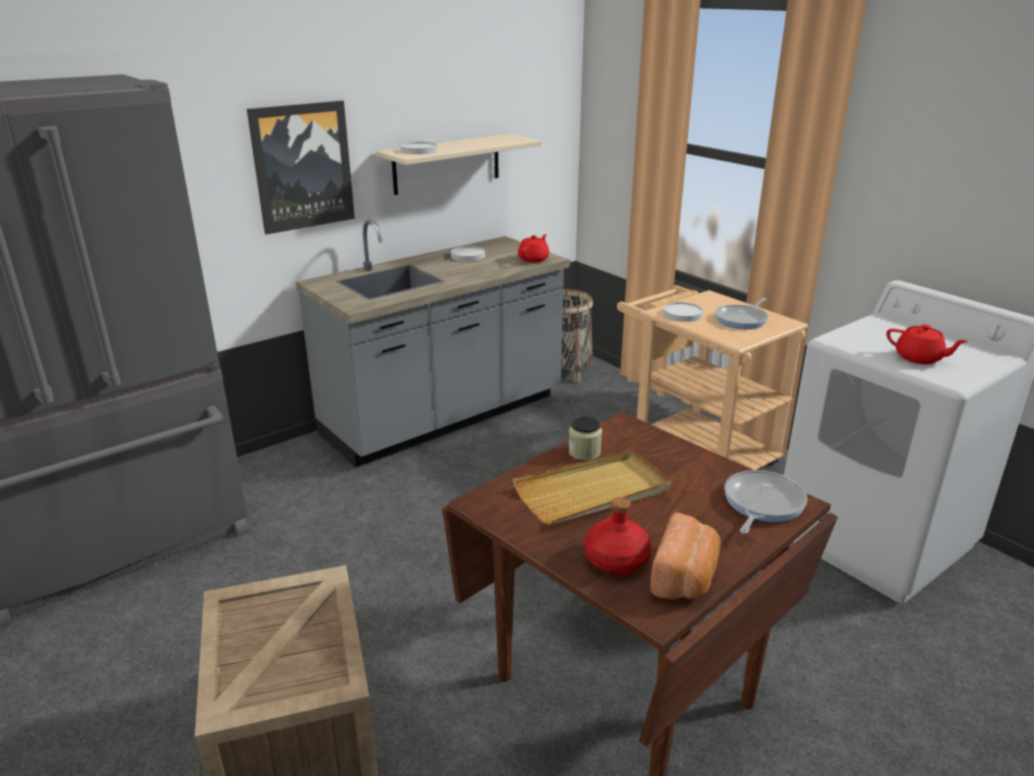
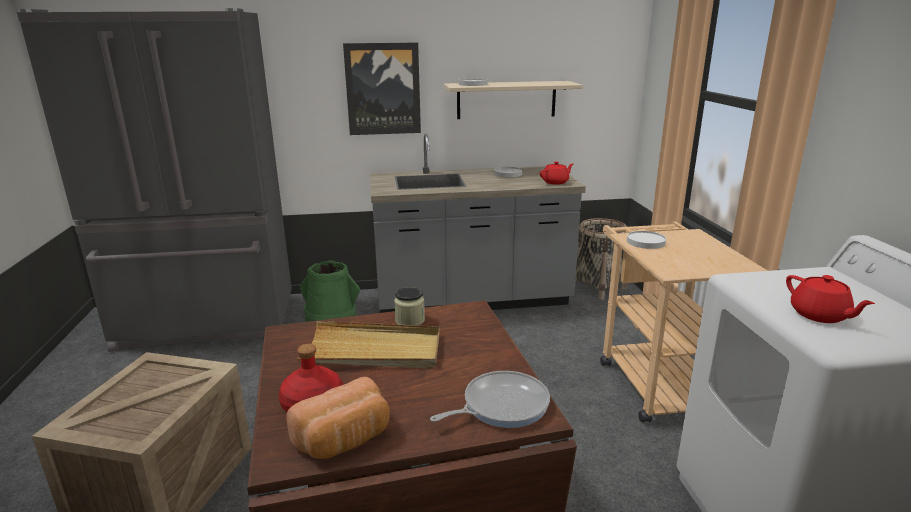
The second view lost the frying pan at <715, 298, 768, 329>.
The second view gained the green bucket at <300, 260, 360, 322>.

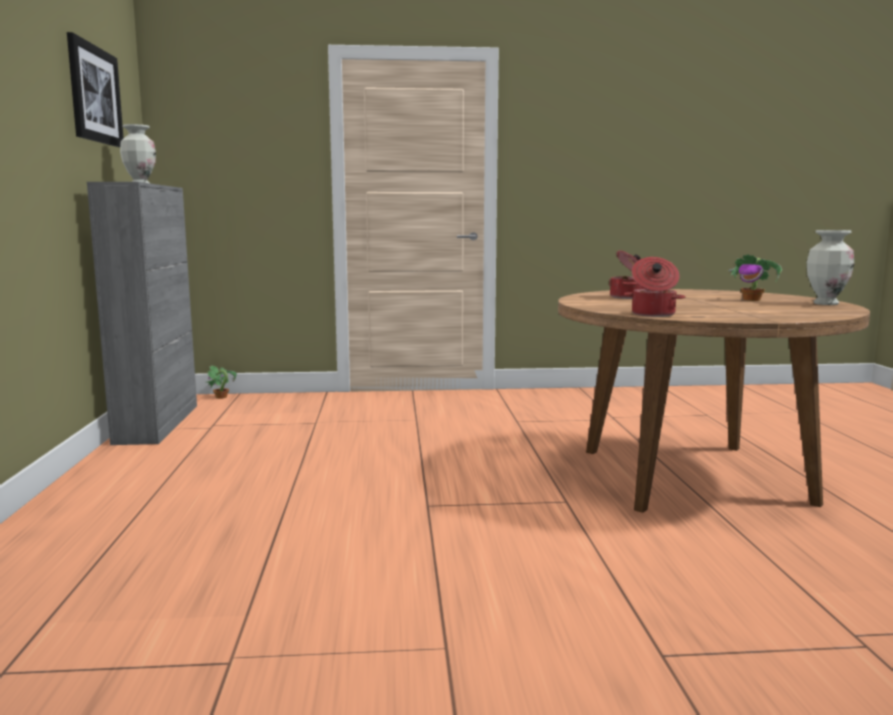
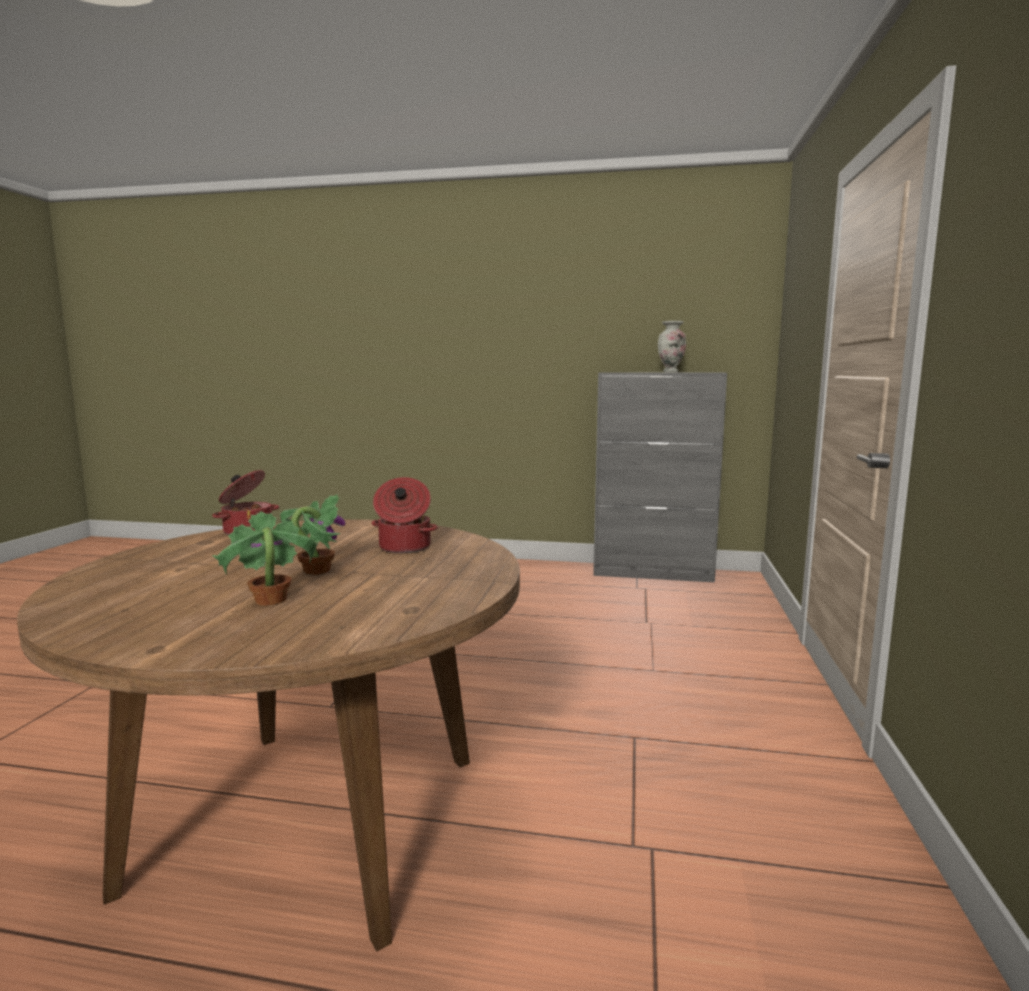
The second view lost the picture at <67, 32, 124, 148>.
The second view lost the vase at <807, 230, 854, 305>.
The potted plant ended up elsewhere, having gone from <207, 365, 237, 399> to <280, 495, 346, 575>.

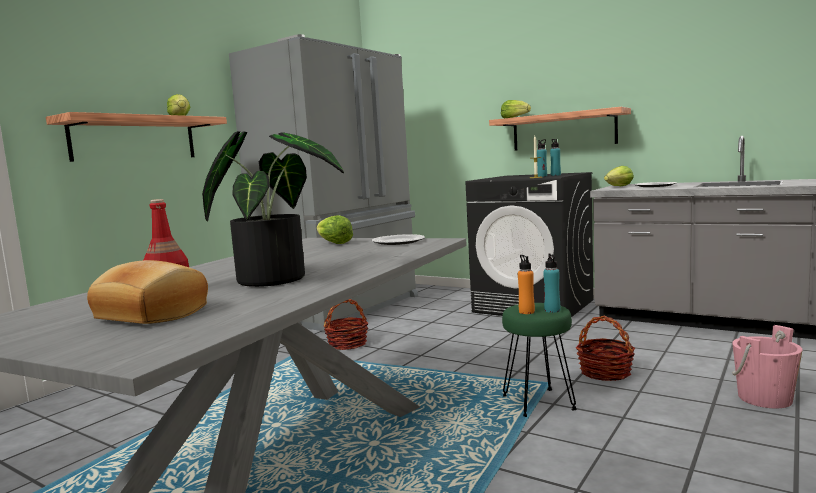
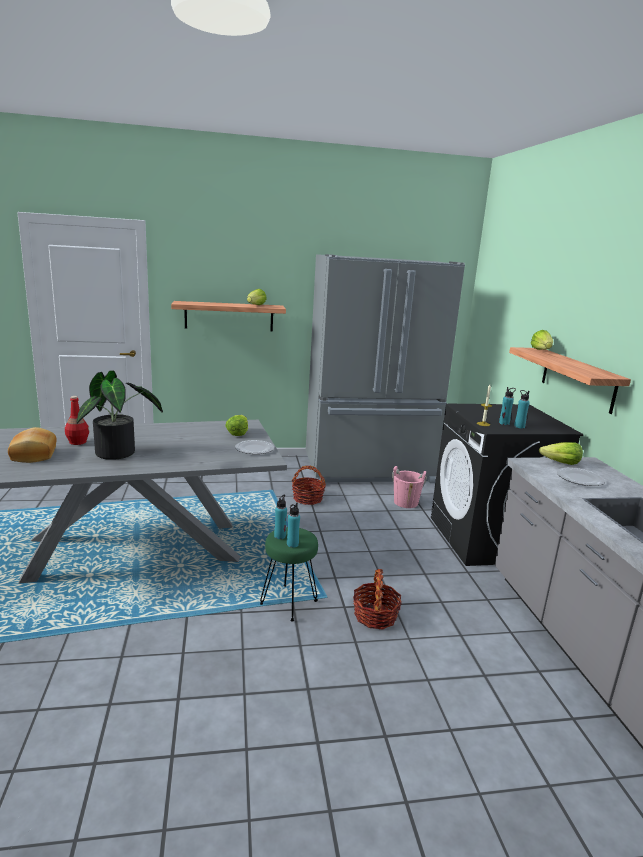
What was the orange bottle at <518, 255, 535, 314> turned into the turquoise bottle at <274, 495, 287, 539>.
The pink bucket ended up elsewhere, having gone from <732, 325, 803, 408> to <392, 466, 427, 508>.

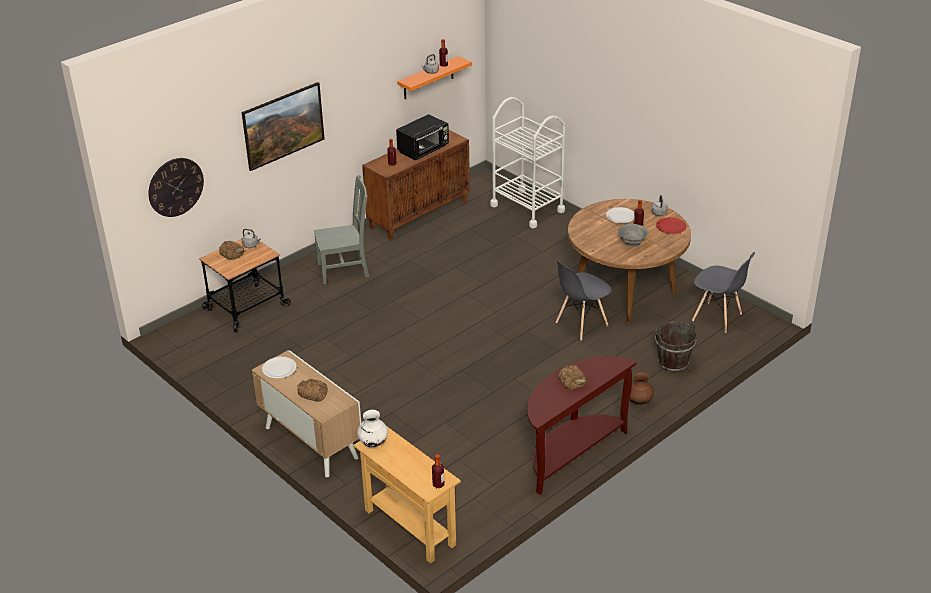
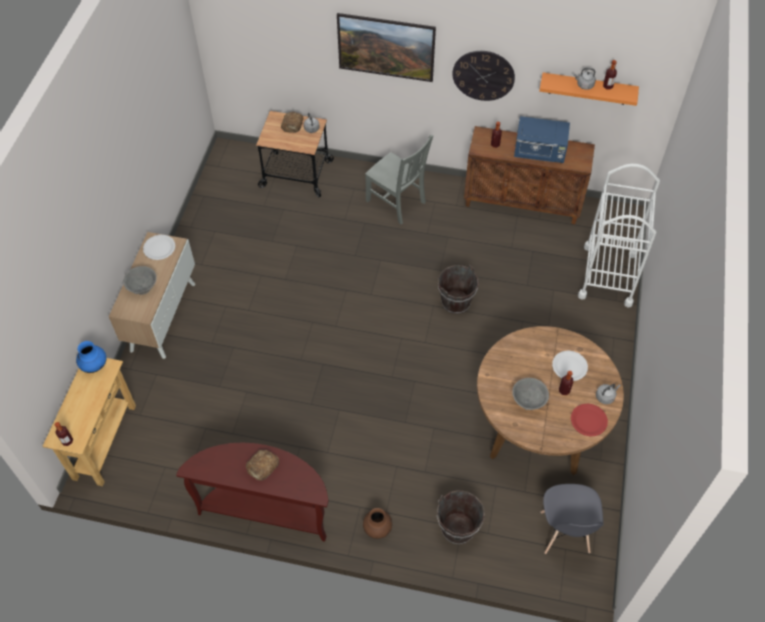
What was the black microwave at <396, 114, 449, 160> turned into the blue microwave at <514, 116, 570, 163>.
The wall clock ended up elsewhere, having gone from <148, 158, 204, 217> to <453, 51, 515, 101>.
The second view lost the grey chair at <556, 261, 612, 340>.
Where the bread stood at <297, 379, 328, 402>, the grey bowl came to stand at <123, 266, 156, 295>.
What was the white vase at <357, 410, 388, 447> turned into the blue vase at <76, 341, 107, 373>.
The second view gained the brown bucket at <438, 265, 479, 314>.

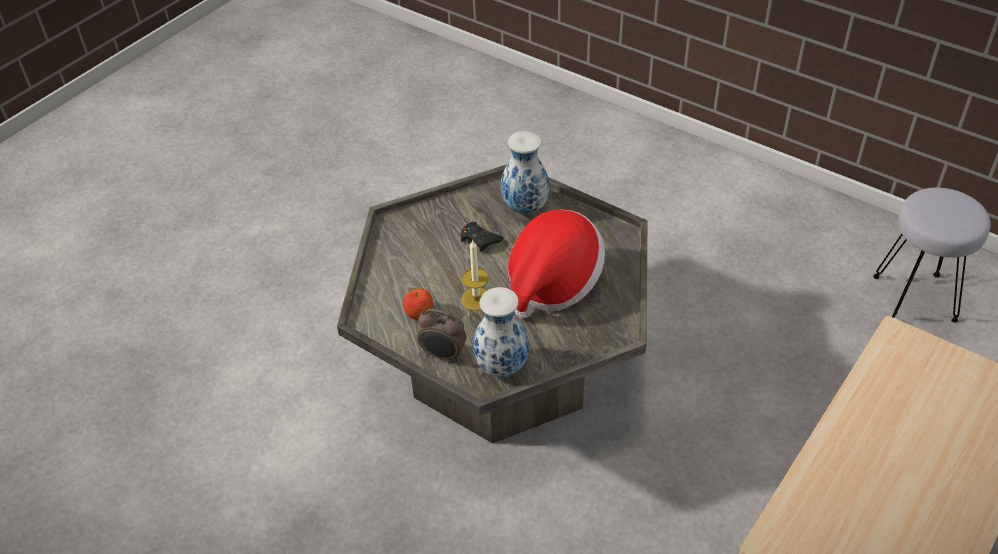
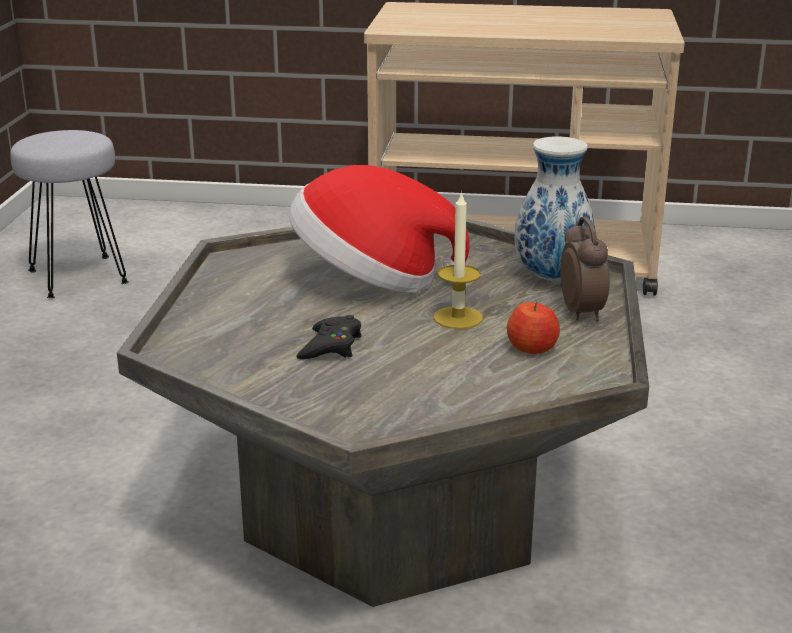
The second view lost the vase at <501, 131, 550, 213>.

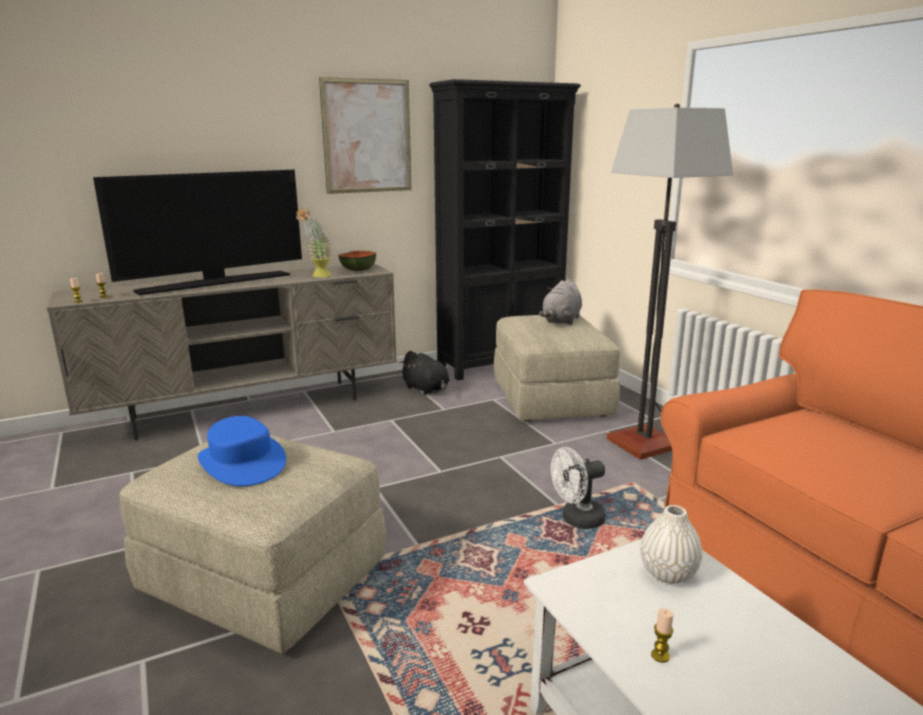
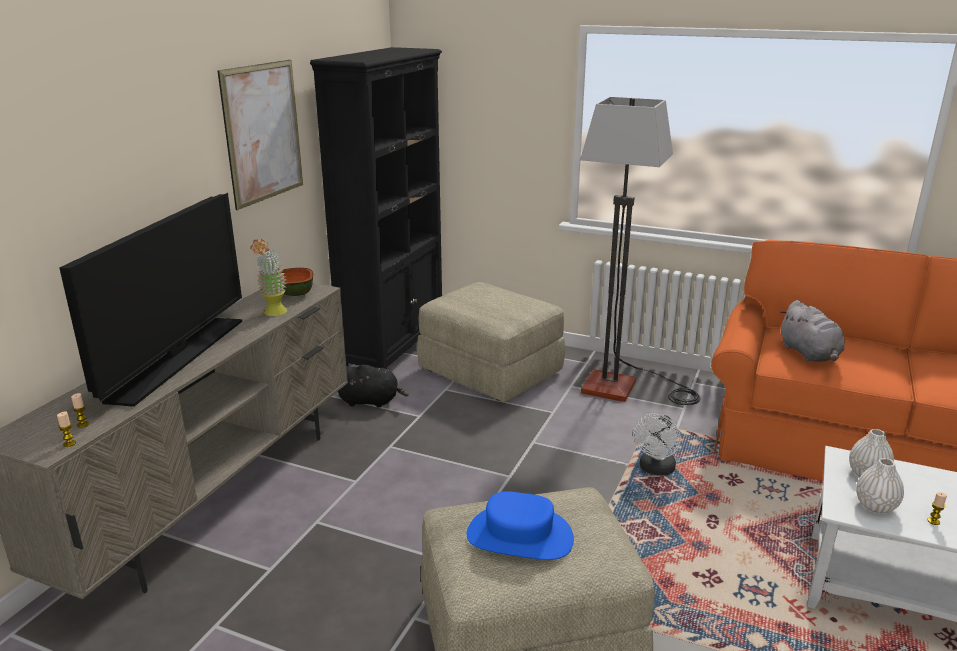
The grey plush toy ended up elsewhere, having gone from <539, 279, 582, 325> to <780, 300, 845, 362>.
The second view gained the white vase at <856, 458, 904, 513>.

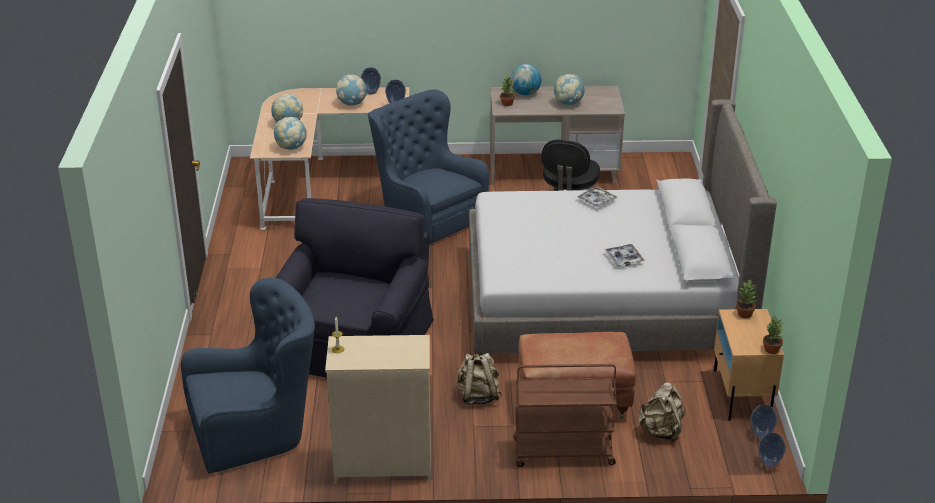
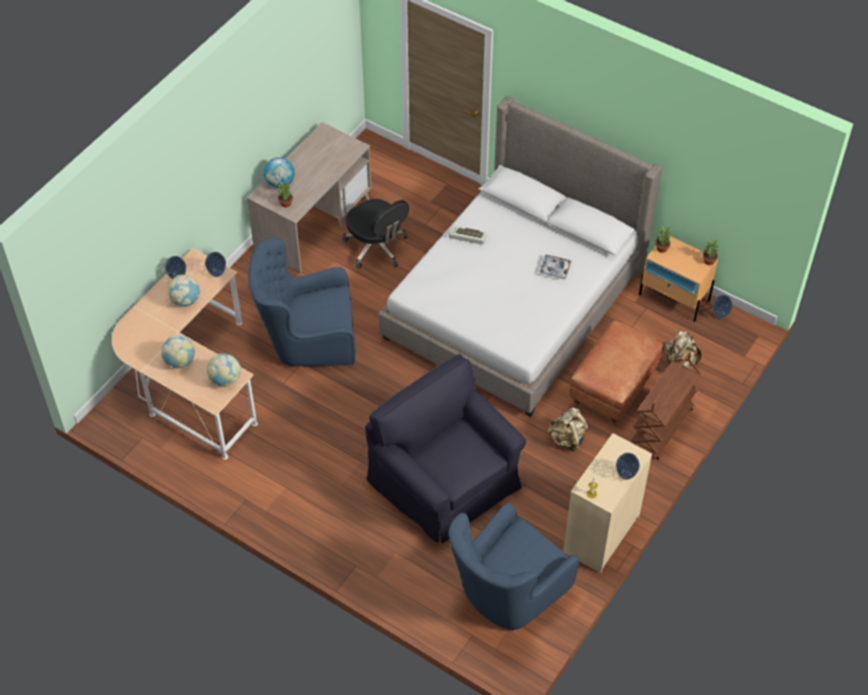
The second view lost the globe at <554, 74, 585, 105>.
Where the tray stood at <577, 187, 617, 208>, the keyboard came to stand at <449, 225, 487, 244>.
The blue armchair at <181, 278, 315, 474> ended up facing another way, 150 degrees counterclockwise from before.
The vase ended up elsewhere, having gone from <758, 433, 786, 467> to <616, 453, 640, 480>.

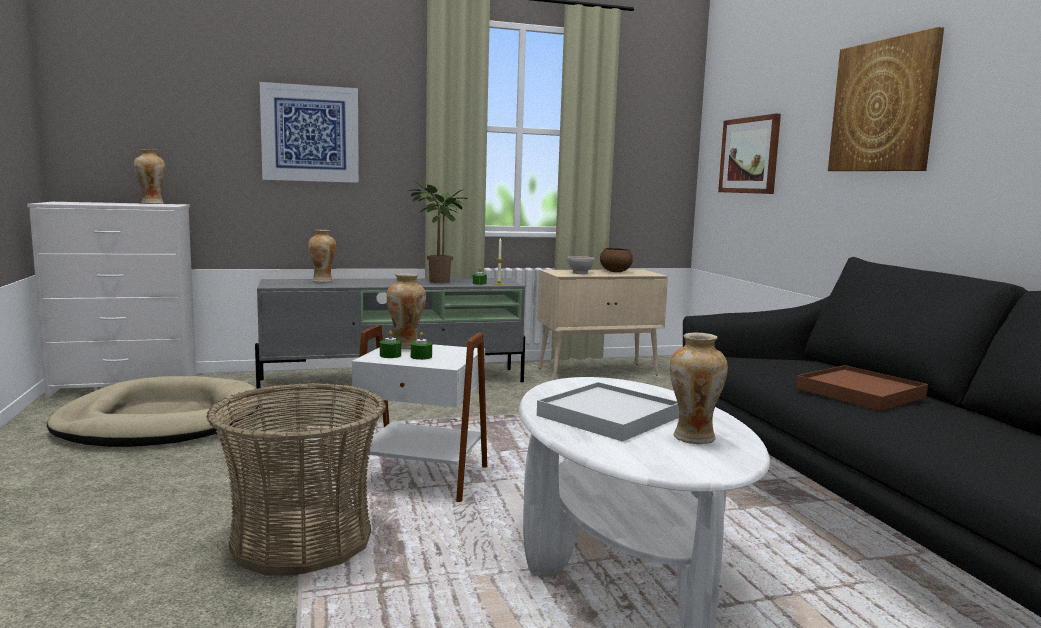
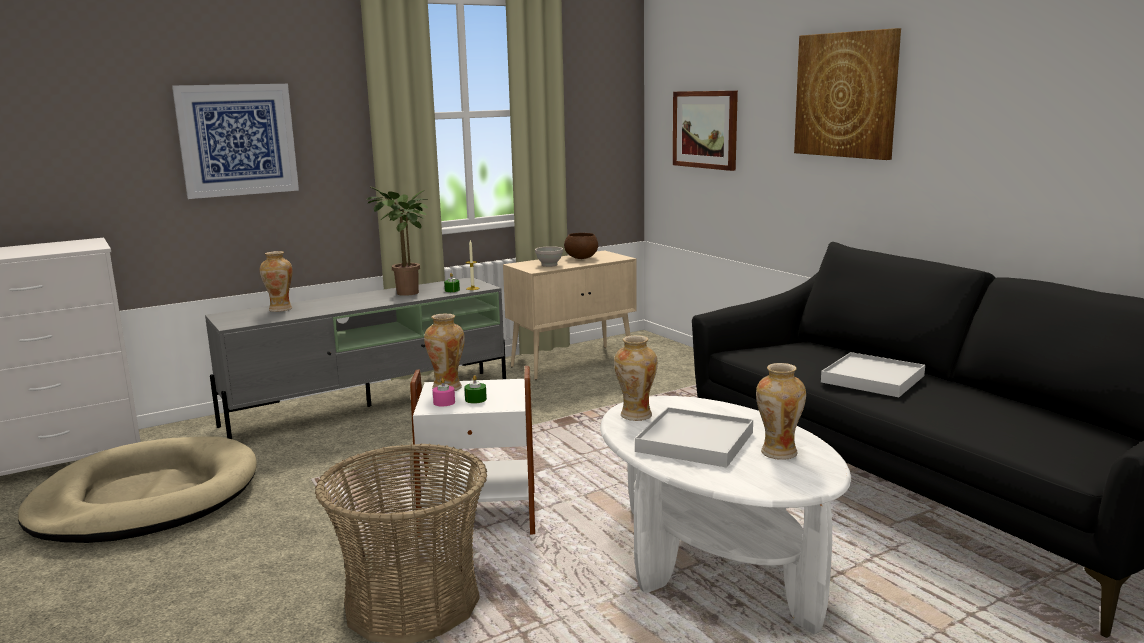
The vase ended up elsewhere, having gone from <134, 149, 165, 204> to <614, 335, 658, 421>.
What was the green candle at <380, 331, 401, 358> turned into the pink candle at <433, 378, 455, 406>.
What was the brown tray at <796, 365, 928, 411> turned into the white tray at <821, 352, 925, 397>.

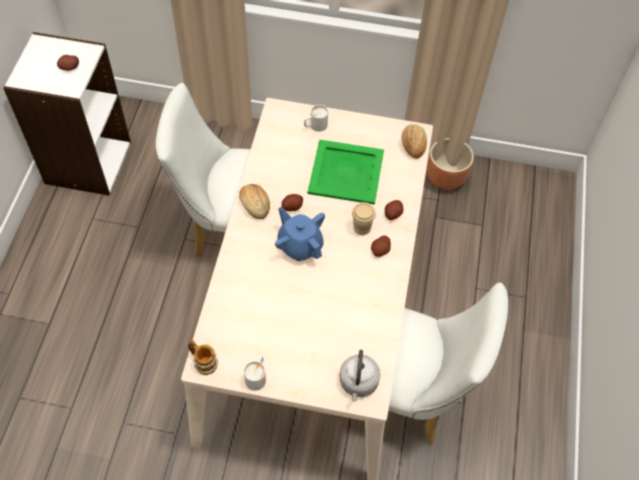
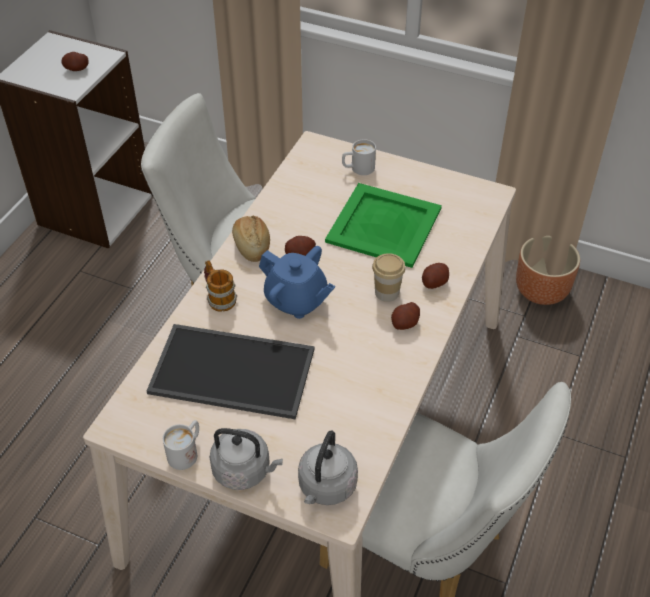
The second view lost the bread at <402, 124, 427, 159>.
The blue teapot at <275, 207, 325, 261> ended up facing another way, 150 degrees clockwise from before.
The mug ended up elsewhere, having gone from <188, 340, 218, 375> to <204, 260, 237, 312>.
The second view gained the tray at <147, 324, 314, 420>.
The second view gained the grey kettle at <209, 428, 283, 490>.

